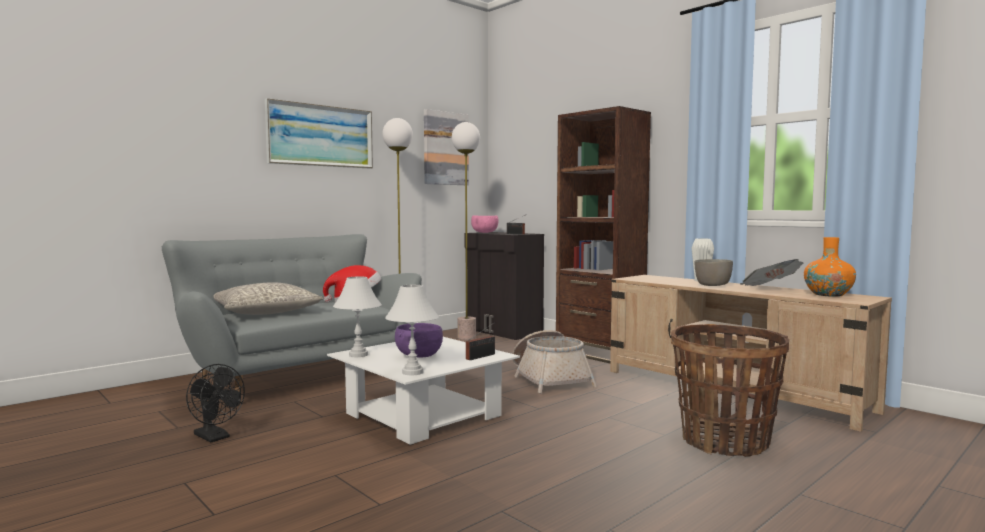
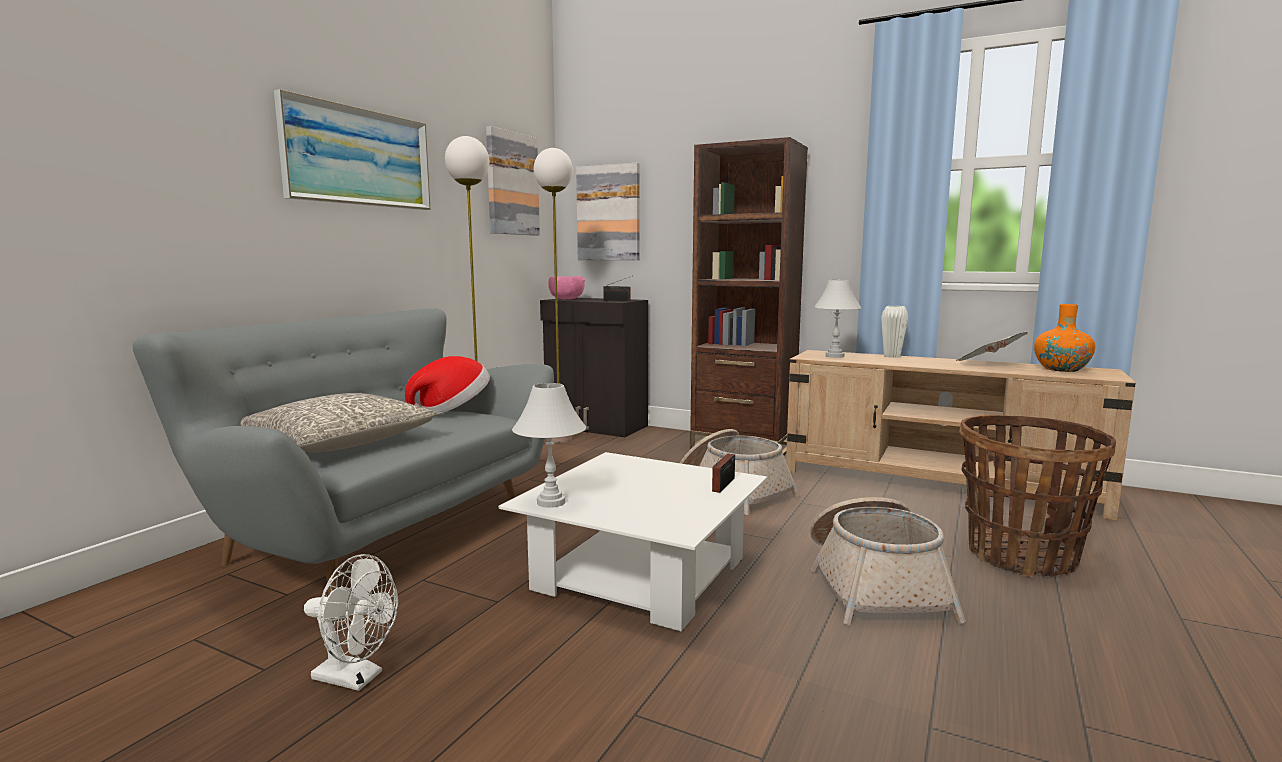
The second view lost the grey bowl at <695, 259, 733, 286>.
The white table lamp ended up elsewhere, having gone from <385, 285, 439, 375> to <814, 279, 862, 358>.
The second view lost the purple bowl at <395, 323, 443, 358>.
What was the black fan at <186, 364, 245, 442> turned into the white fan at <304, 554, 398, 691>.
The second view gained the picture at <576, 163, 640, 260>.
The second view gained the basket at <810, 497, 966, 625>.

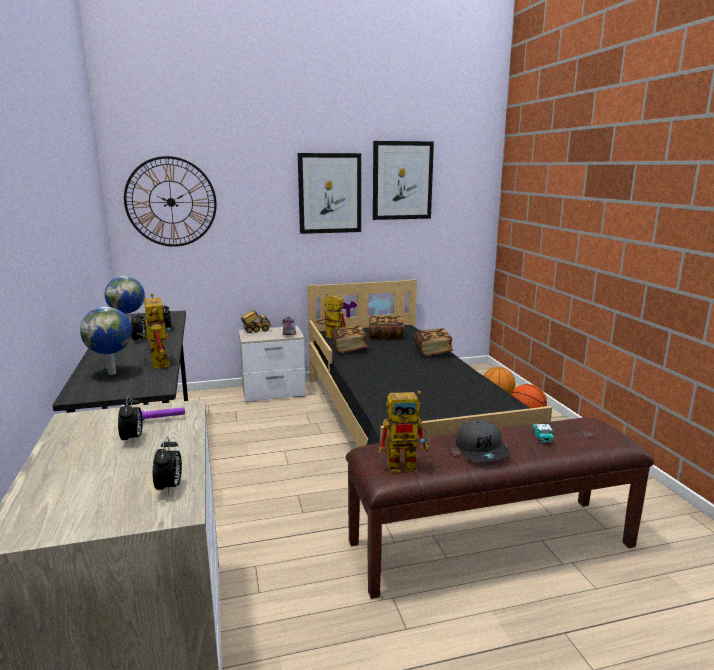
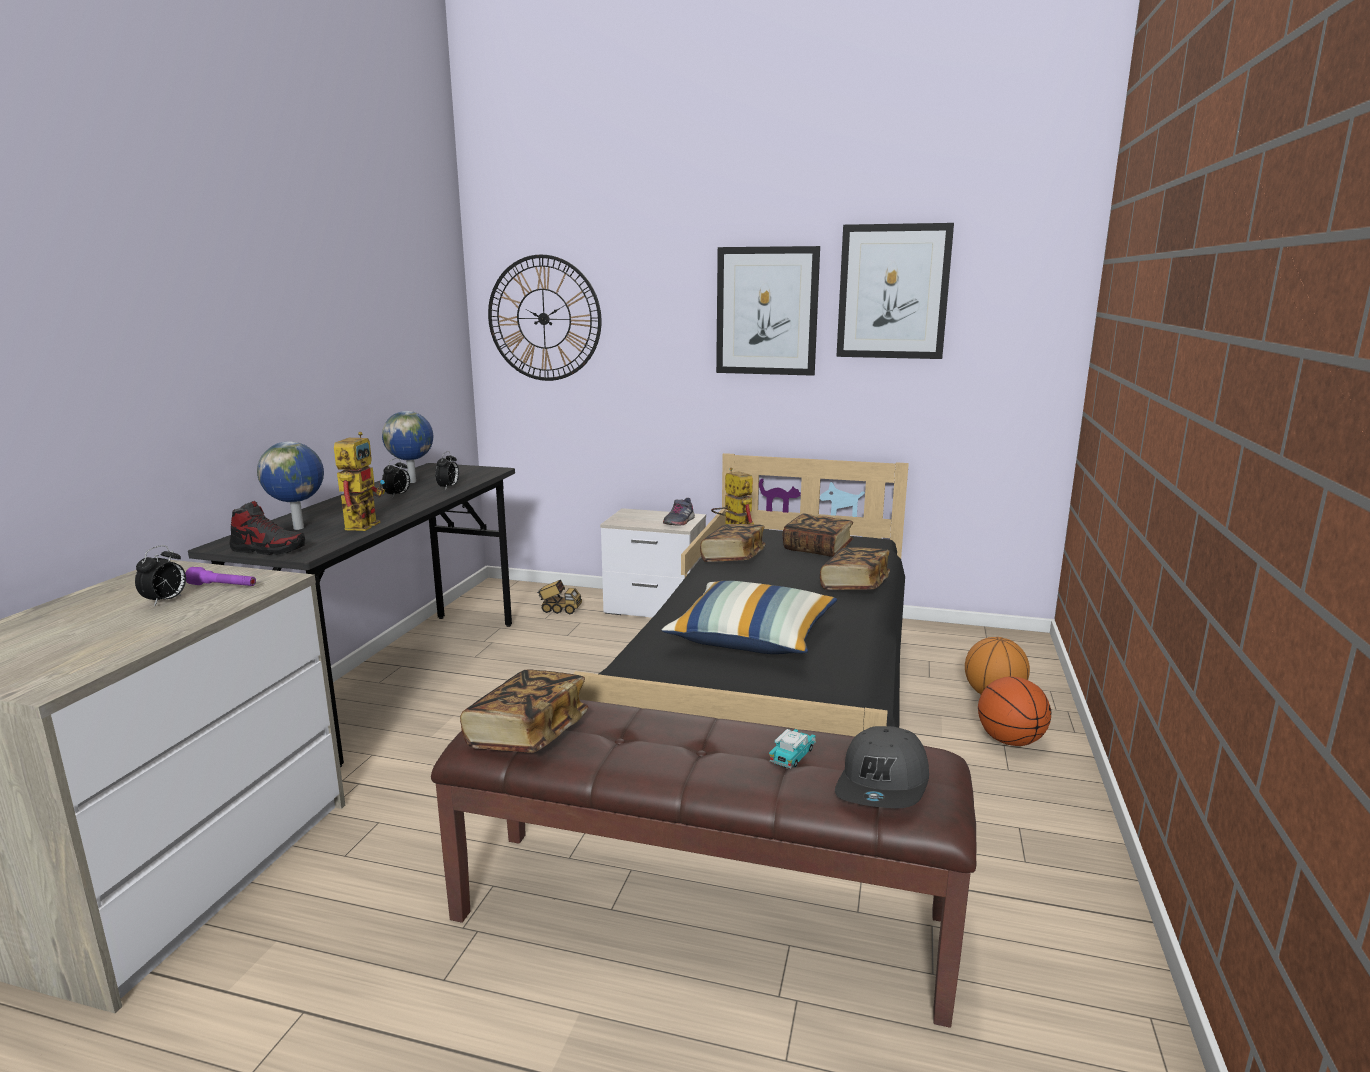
The toy truck ended up elsewhere, having gone from <240, 310, 271, 333> to <537, 580, 582, 615>.
Where the toy robot stood at <378, 391, 430, 473>, the book came to stand at <460, 669, 588, 753>.
The grey cap ended up elsewhere, having gone from <456, 420, 510, 462> to <835, 726, 929, 808>.
The second view lost the alarm clock at <153, 437, 182, 495>.
The second view gained the shoe at <230, 501, 305, 555>.
The second view gained the pillow at <662, 581, 837, 654>.

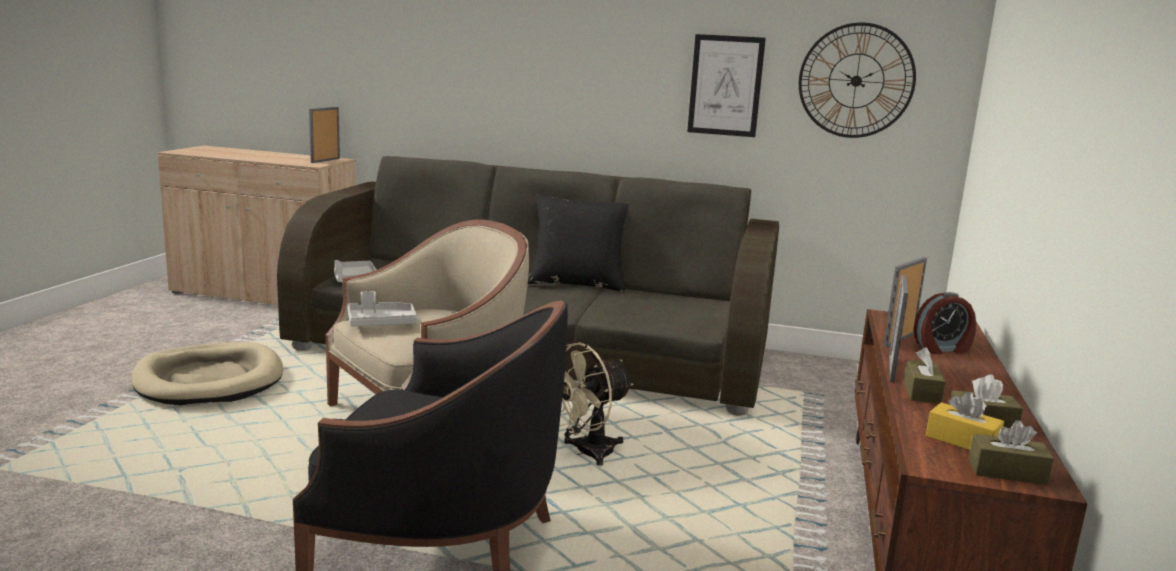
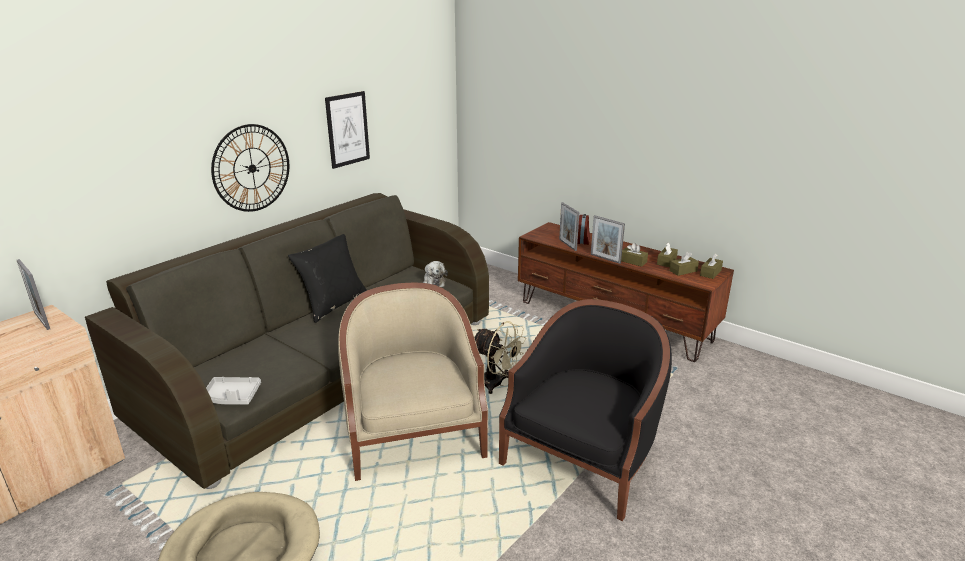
The wall clock ended up elsewhere, having gone from <799, 22, 916, 138> to <211, 124, 289, 212>.
The second view lost the grey tray at <347, 291, 418, 327>.
The beige fan at <559, 342, 633, 466> ended up facing another way, 45 degrees counterclockwise from before.
What was the yellow tissue box at <926, 392, 1004, 450> turned into the brown tissue box at <669, 252, 699, 276>.
The second view gained the plush toy at <423, 261, 448, 287>.

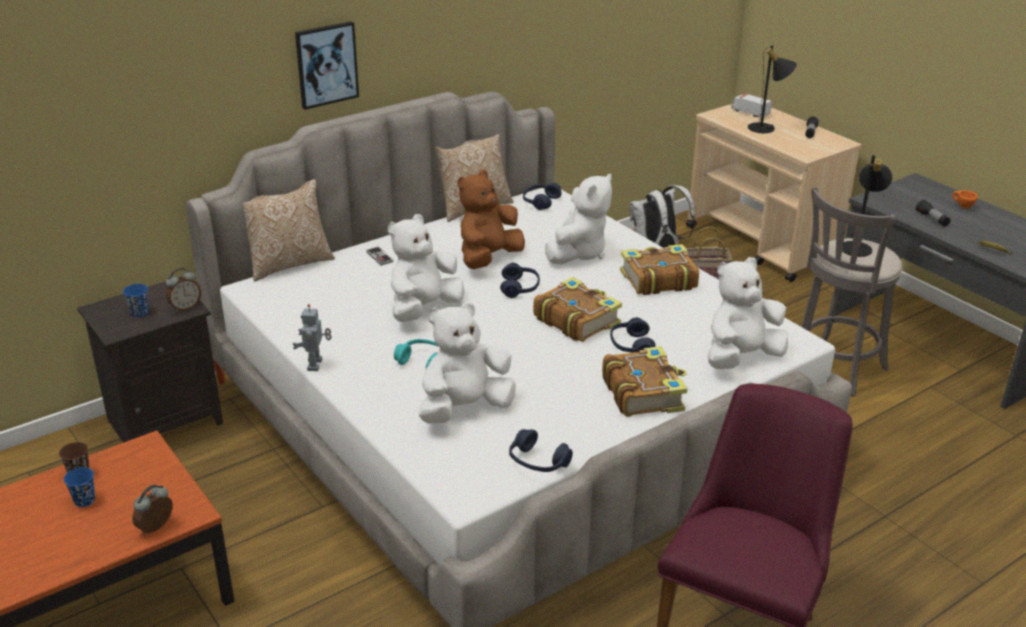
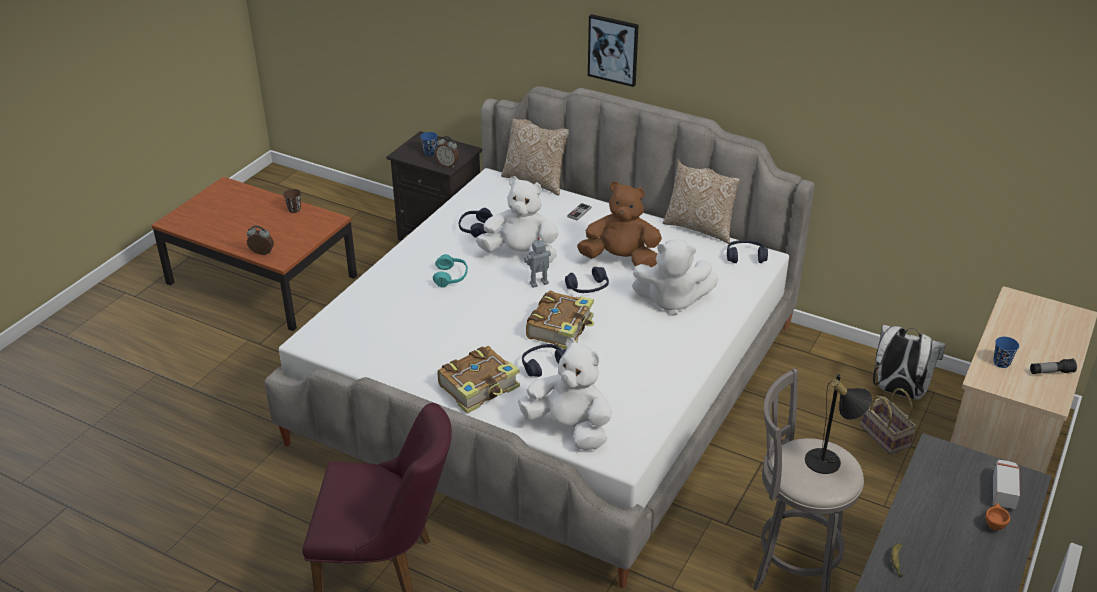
The second view lost the black table lamp at <748, 45, 797, 133>.
The toy truck ended up elsewhere, having gone from <731, 93, 772, 117> to <993, 460, 1020, 510>.
The second view lost the flashlight at <915, 199, 950, 227>.
The second view lost the book at <620, 244, 699, 295>.
The second view lost the white plush toy at <419, 302, 516, 424>.
The toy robot ended up elsewhere, having gone from <293, 304, 332, 371> to <524, 237, 551, 288>.
The blue headphones ended up elsewhere, having gone from <509, 429, 573, 472> to <459, 208, 493, 238>.
The blue cup ended up elsewhere, having gone from <64, 467, 95, 507> to <993, 337, 1019, 368>.

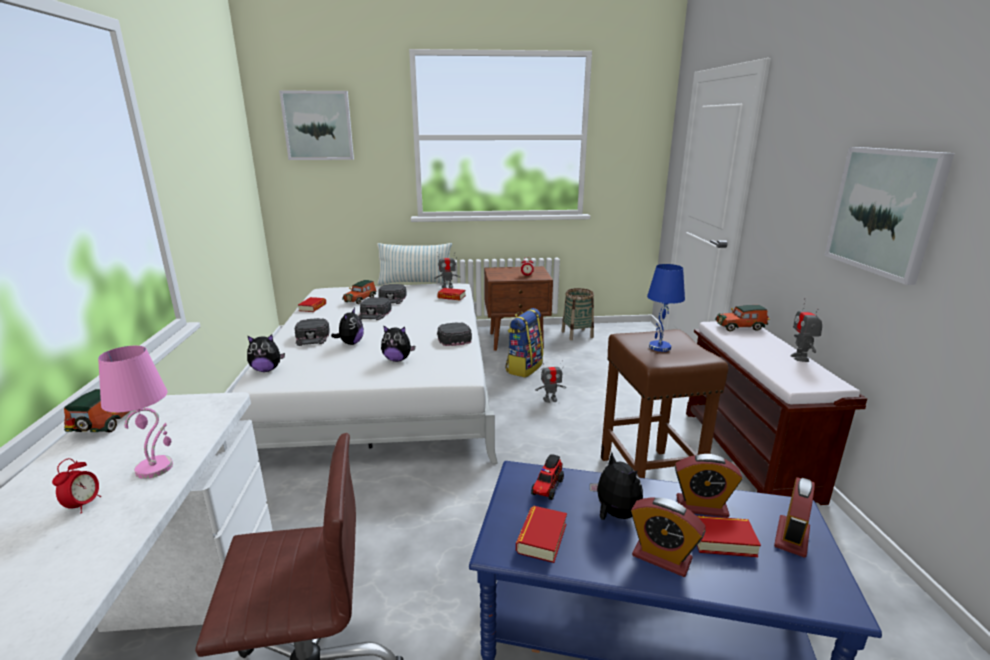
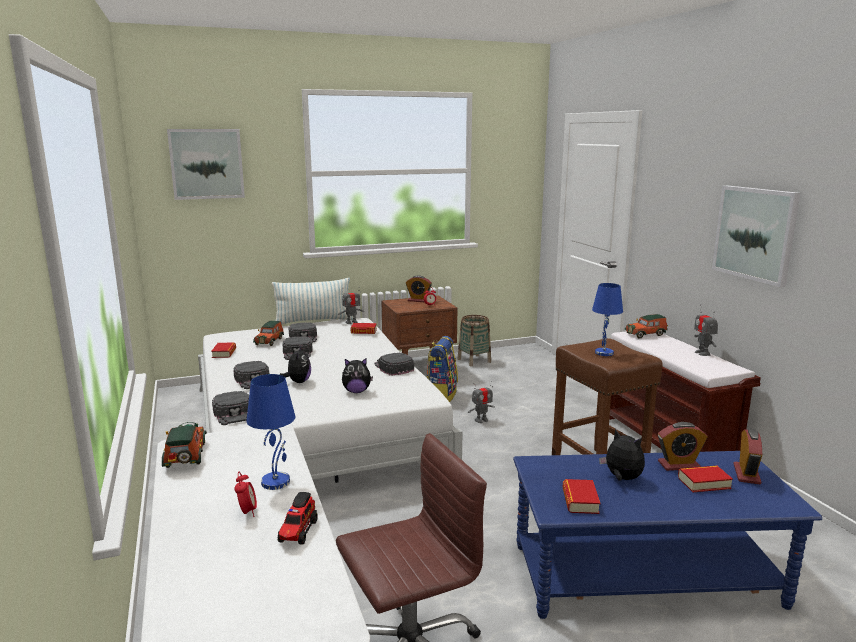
Where the plush toy stood at <247, 334, 285, 372>, the black cap came to stand at <212, 391, 249, 425>.
What was the pink table lamp at <98, 346, 173, 479> turned into the blue table lamp at <246, 374, 295, 490>.
The toy truck ended up elsewhere, having gone from <531, 454, 564, 500> to <278, 492, 318, 545>.
The alarm clock ended up elsewhere, having gone from <631, 497, 706, 577> to <406, 275, 432, 303>.

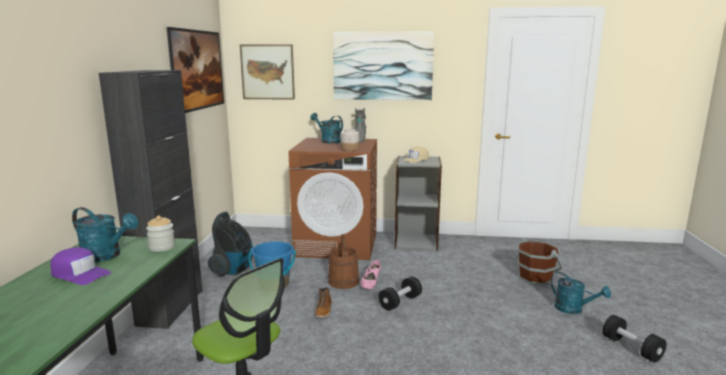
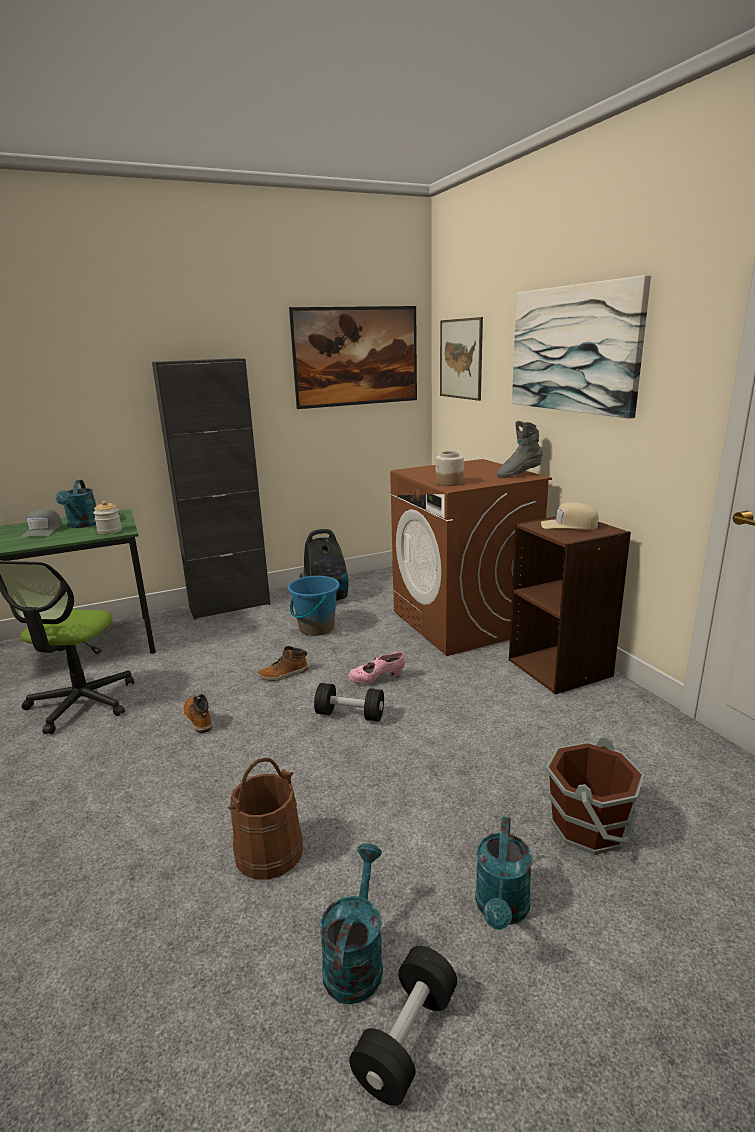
The turquoise watering can ended up elsewhere, having gone from <311, 113, 343, 144> to <320, 844, 383, 1004>.
What was the grey bookcase at <395, 156, 442, 251> turned into the brown bookcase at <509, 516, 631, 695>.
The brown bucket ended up elsewhere, having gone from <328, 234, 359, 289> to <228, 757, 303, 880>.
What was the purple cap at <51, 247, 111, 285> turned into the grey cap at <21, 509, 62, 538>.
The second view gained the boot at <183, 694, 212, 733>.

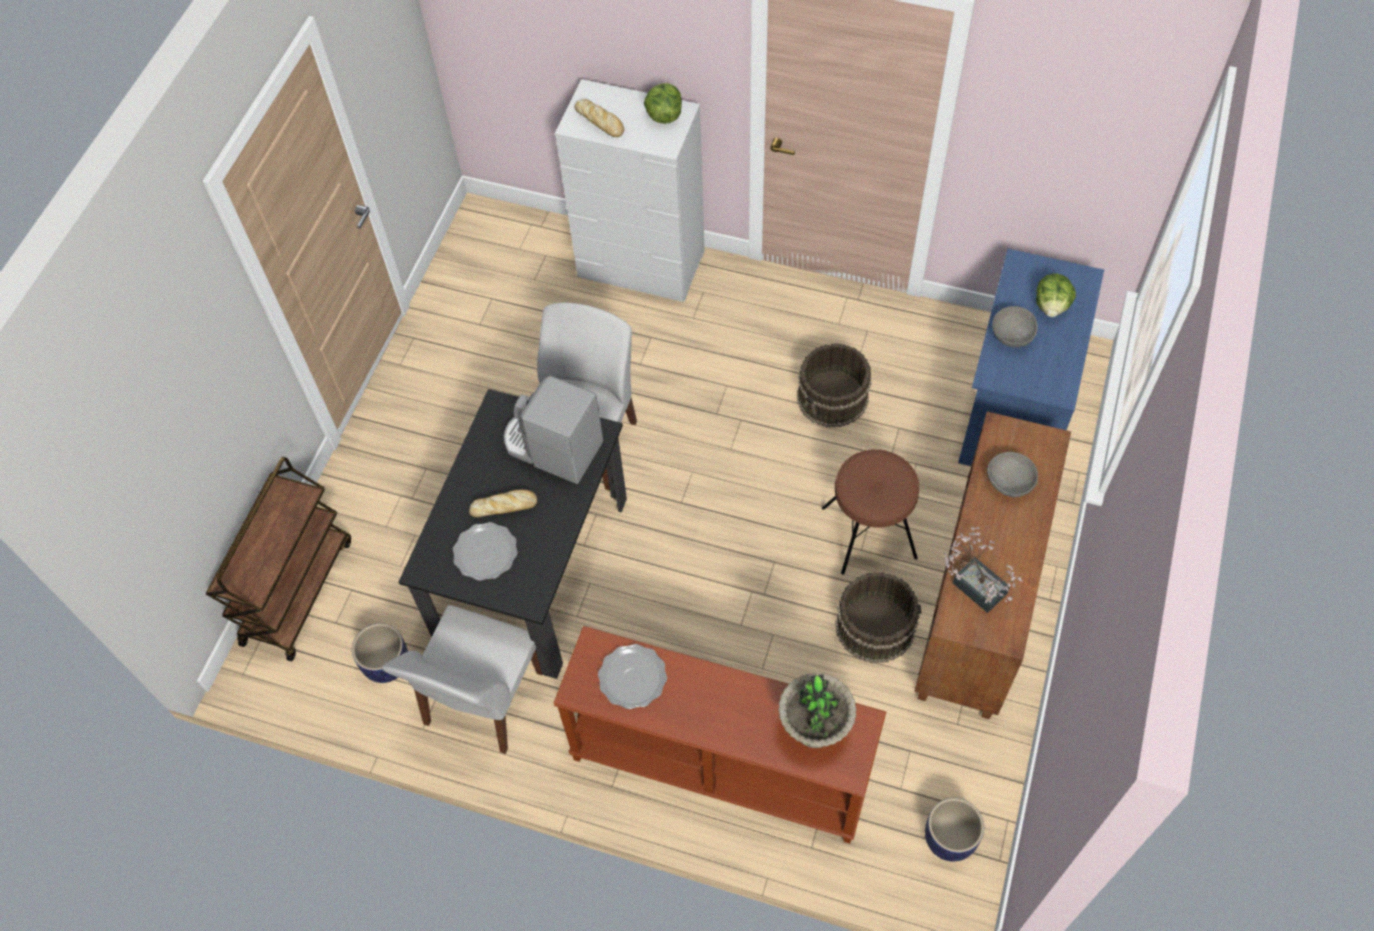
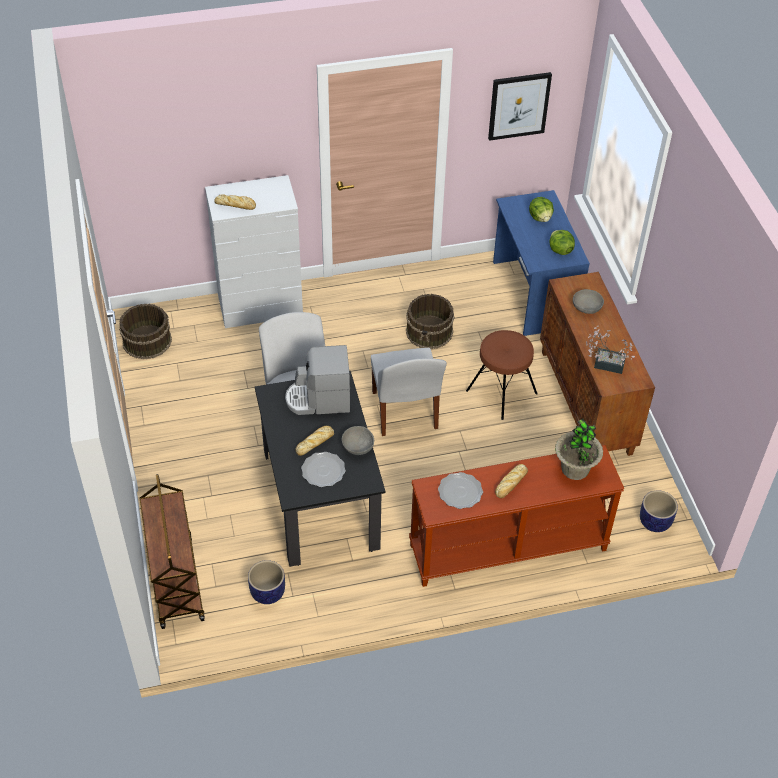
The lettuce ended up elsewhere, having gone from <644, 83, 682, 124> to <549, 230, 575, 255>.
The grey bowl ended up elsewhere, having gone from <992, 306, 1038, 347> to <342, 426, 374, 455>.
The brown bucket ended up elsewhere, having gone from <835, 572, 921, 663> to <119, 304, 172, 359>.
The white chair ended up elsewhere, having gone from <382, 605, 542, 754> to <371, 348, 447, 436>.
The second view gained the picture at <488, 72, 552, 141>.
The second view gained the bread at <495, 464, 528, 498>.

